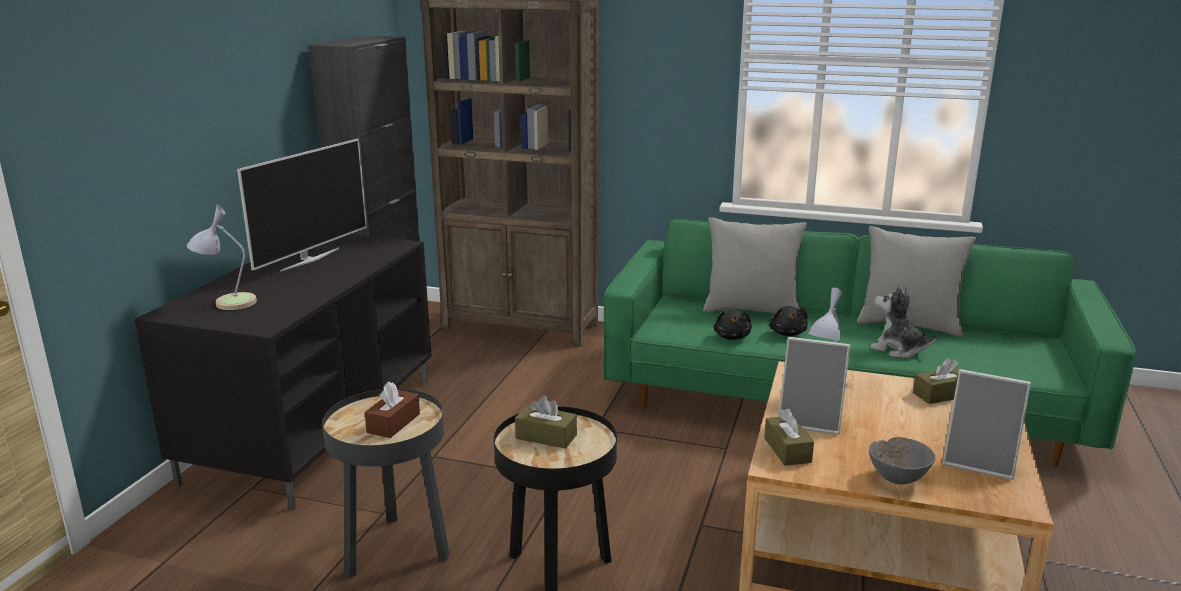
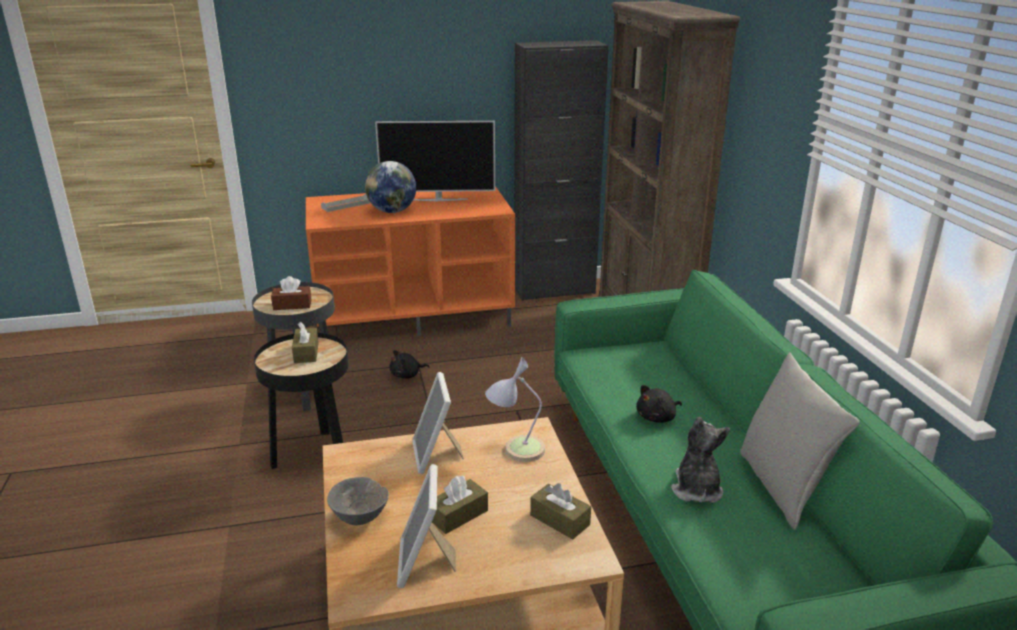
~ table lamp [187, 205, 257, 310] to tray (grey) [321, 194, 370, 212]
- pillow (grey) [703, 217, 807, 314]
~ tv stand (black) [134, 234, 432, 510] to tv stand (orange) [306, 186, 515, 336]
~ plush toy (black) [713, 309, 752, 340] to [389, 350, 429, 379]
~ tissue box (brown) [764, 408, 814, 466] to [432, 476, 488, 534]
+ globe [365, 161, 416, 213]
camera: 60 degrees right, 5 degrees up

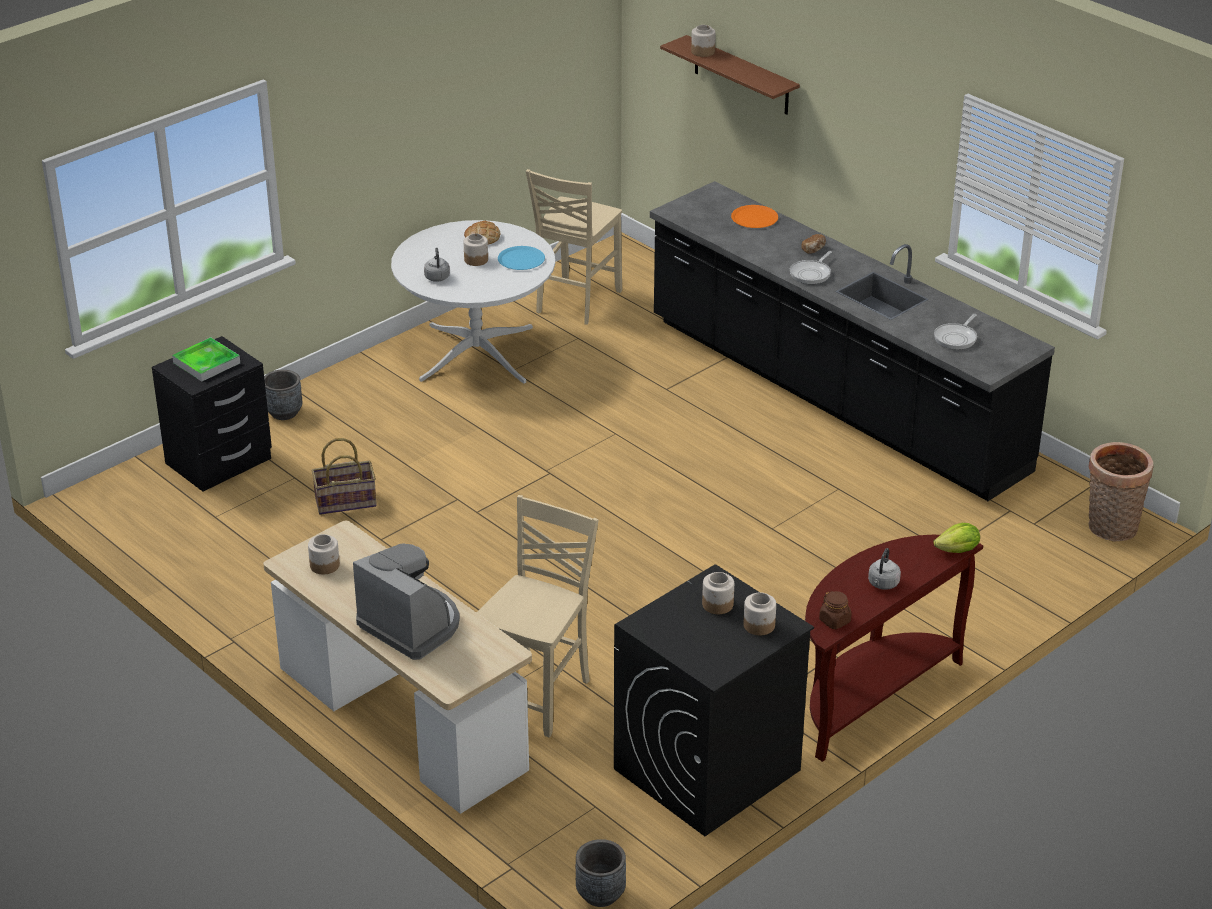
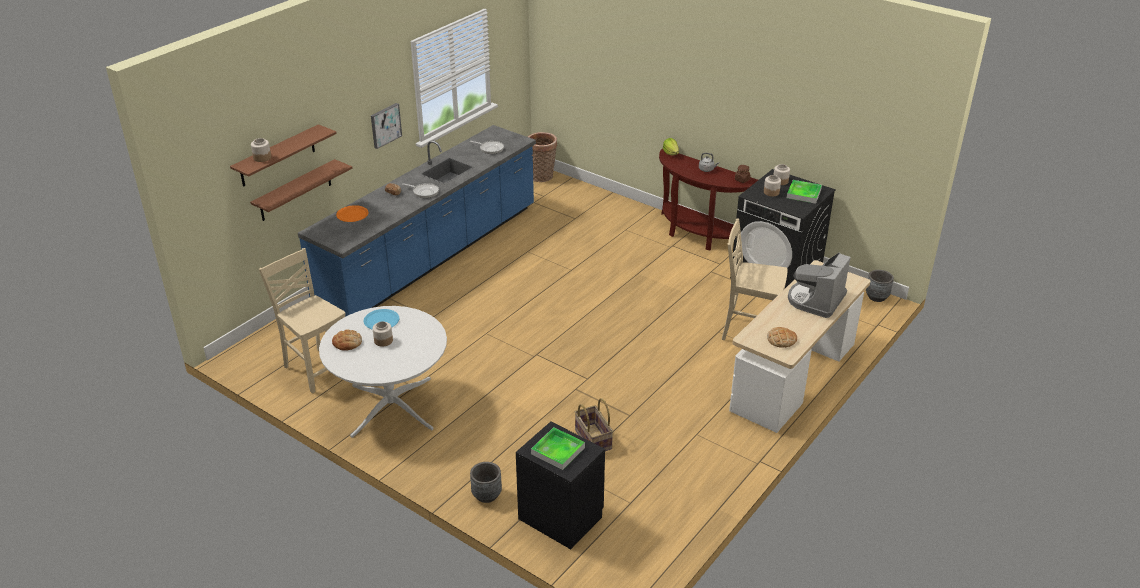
~ chair (beige) [526, 169, 622, 325] = [259, 248, 346, 393] 150 degrees counterclockwise
~ counter (black) [650, 181, 1055, 501] to counter (blue) [298, 125, 536, 317]
- kettle (grey) [424, 248, 450, 282]
~ jar [308, 534, 340, 574] to bread [767, 327, 797, 347]
+ picture [371, 103, 402, 149]
+ shelf (brown) [250, 159, 352, 221]
+ tray [787, 180, 822, 204]
camera: 100 degrees left, 0 degrees up

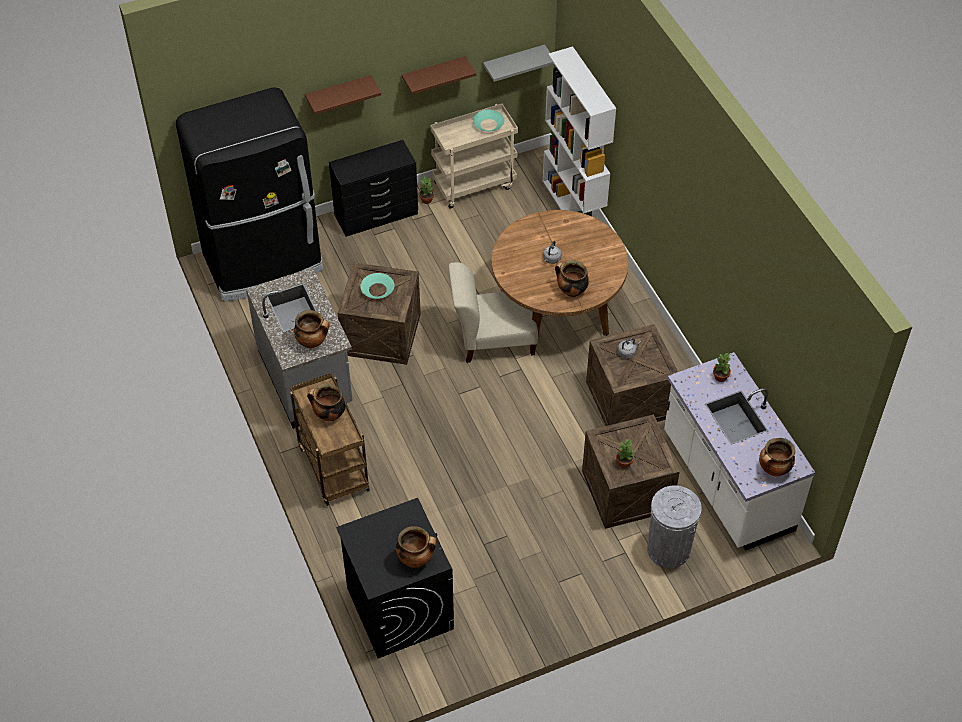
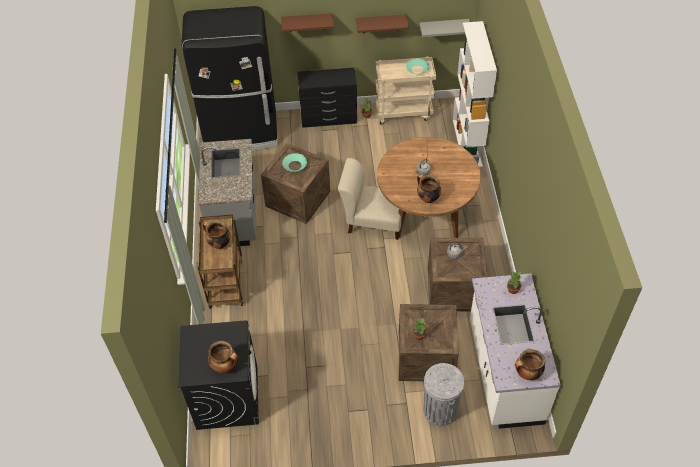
- cooking pot [294, 310, 330, 348]
camera: 20 degrees right, 0 degrees up

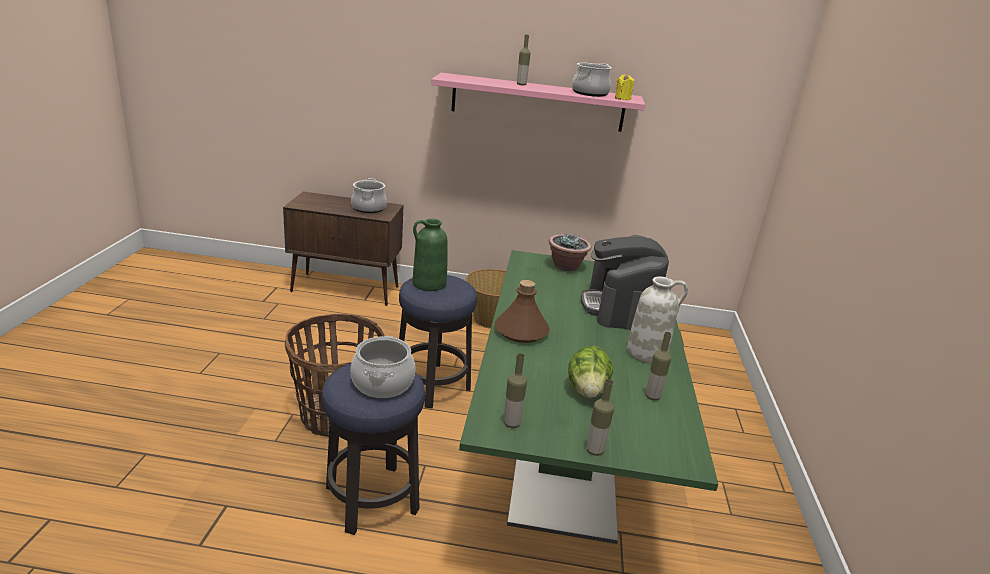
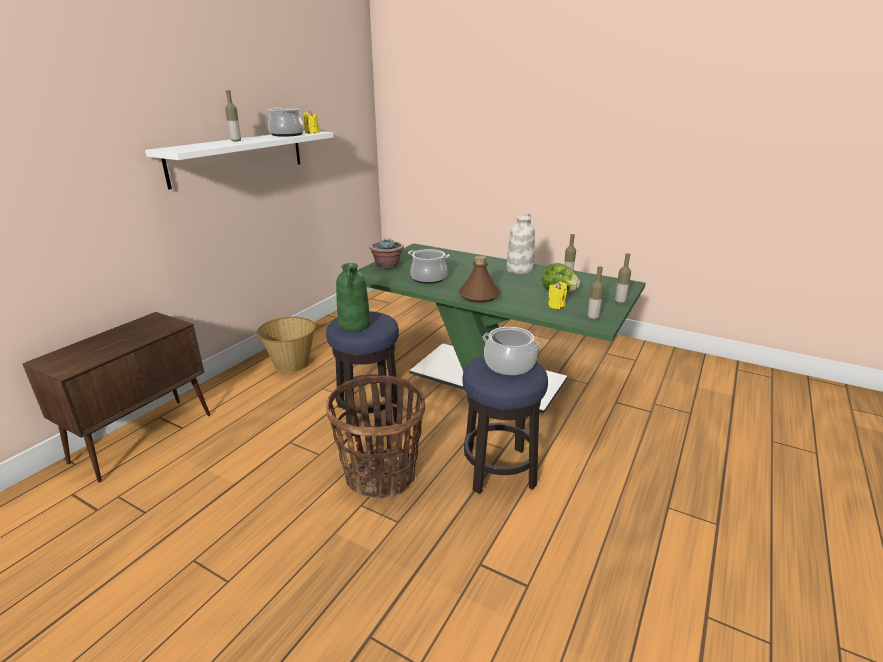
~ shelf (pink) [431, 73, 645, 132] to shelf (white) [145, 130, 333, 189]
~ cooking pot [351, 178, 387, 213] to [408, 249, 450, 284]
- coffee machine [581, 235, 669, 330]
+ candle (yellow) [548, 282, 567, 309]
camera: 65 degrees left, 0 degrees up

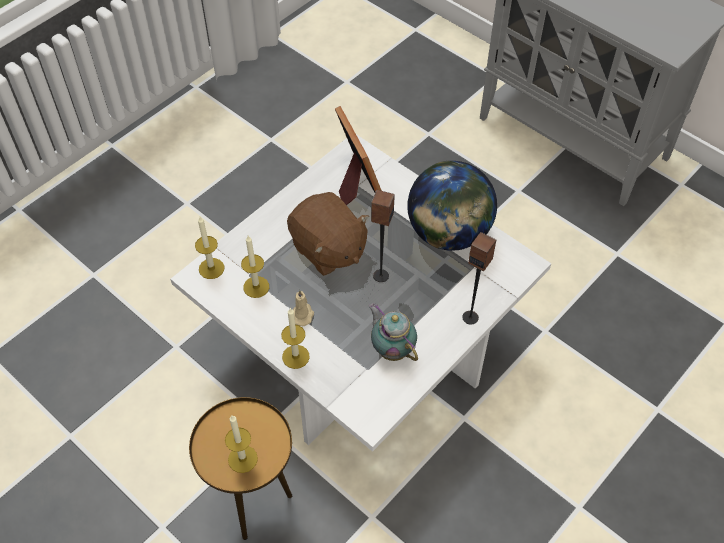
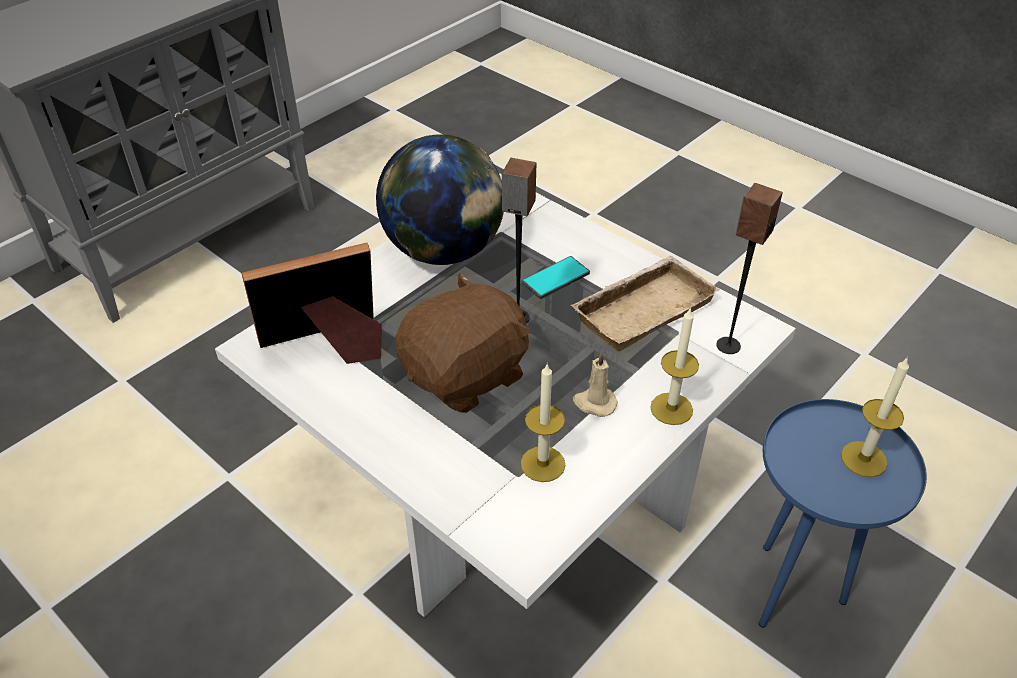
- candle [195, 217, 225, 279]
~ speaker [462, 232, 496, 324] to [716, 183, 783, 354]
~ teapot [368, 303, 418, 361] to tray (beige) [570, 256, 720, 351]
~ side table (brown) [189, 397, 292, 540] to side table (blue) [759, 399, 927, 628]
+ phone [522, 256, 590, 299]
camera: 90 degrees left, 10 degrees down

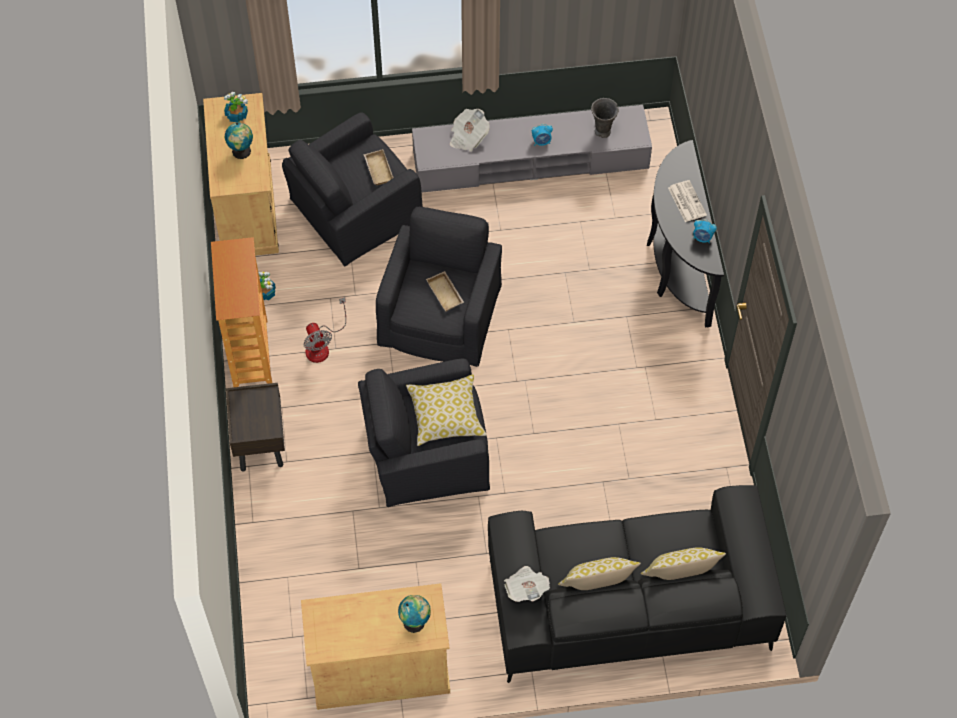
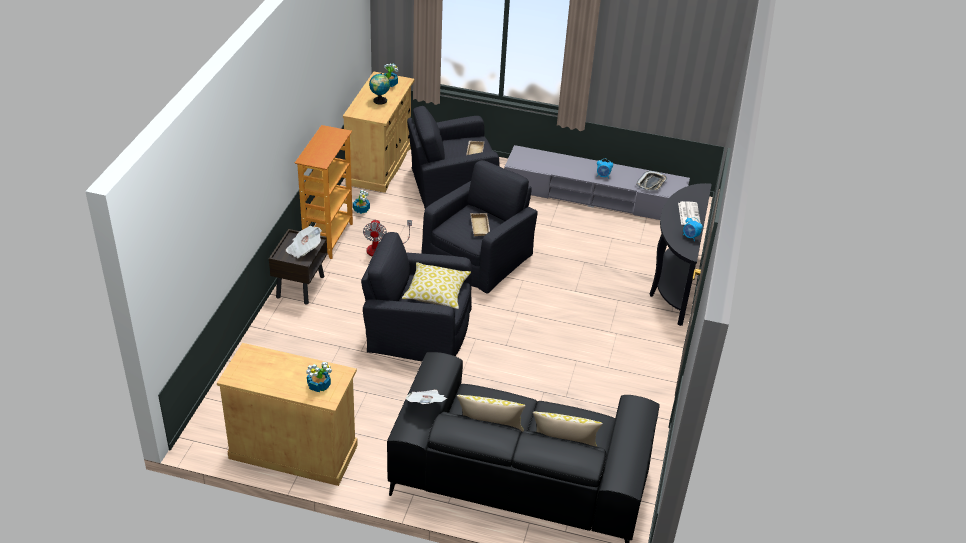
~ vase (grey) [591, 98, 619, 138] to tray [636, 171, 667, 191]
~ newspaper [450, 109, 490, 152] to [286, 226, 322, 258]
~ globe [398, 595, 431, 633] to potted plant [306, 362, 332, 392]
camera: 20 degrees right, 20 degrees down

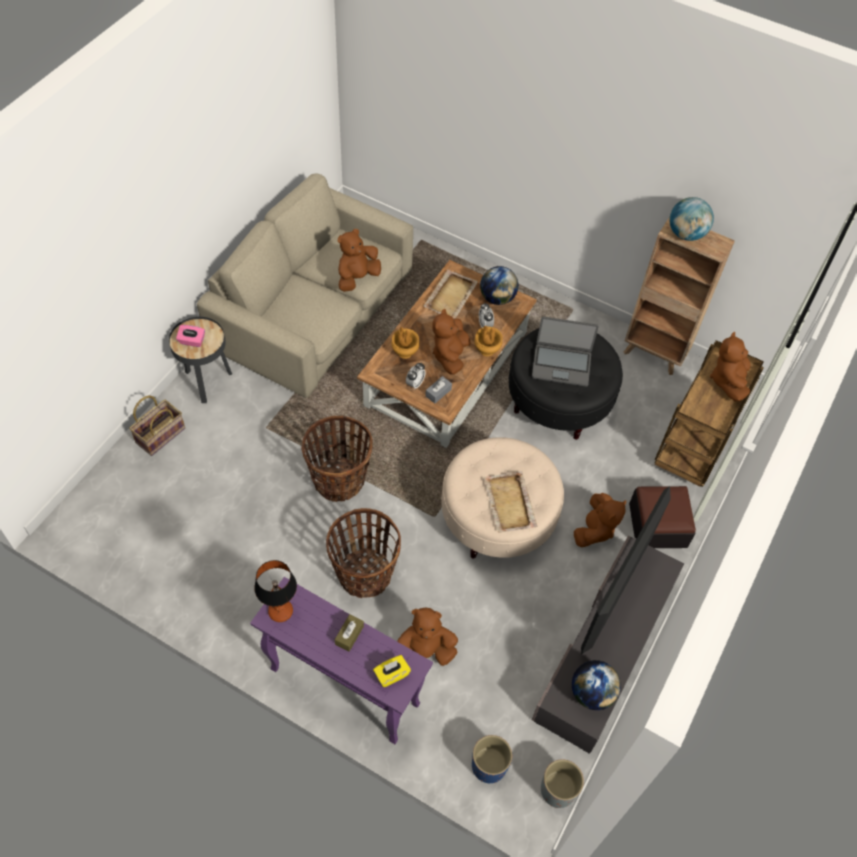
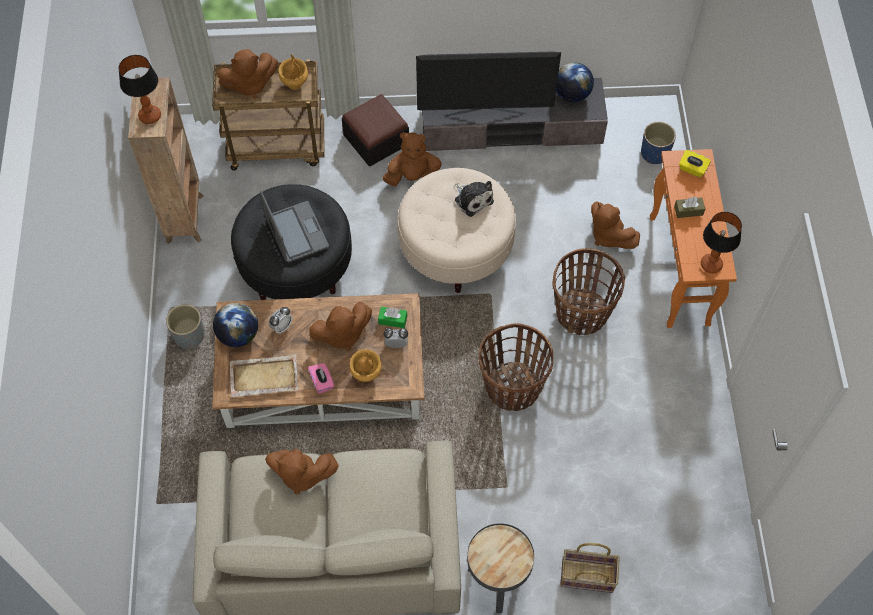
~ globe [669, 197, 714, 241] to table lamp [118, 55, 161, 124]
~ tissue box (pink) [176, 325, 205, 347] to [308, 363, 334, 394]
~ vase (brown) [475, 326, 503, 357] to [279, 54, 308, 90]
~ tissue box (grey) [425, 376, 452, 404] to tissue box (green) [378, 307, 407, 328]
~ tray (beige) [483, 471, 538, 533] to plush toy [455, 181, 494, 217]
~ console table (purple) [250, 577, 433, 744] to console table (orange) [650, 149, 737, 328]
~ planter (grey) [541, 759, 584, 808] to [166, 305, 205, 349]
camera: 120 degrees left, 5 degrees up

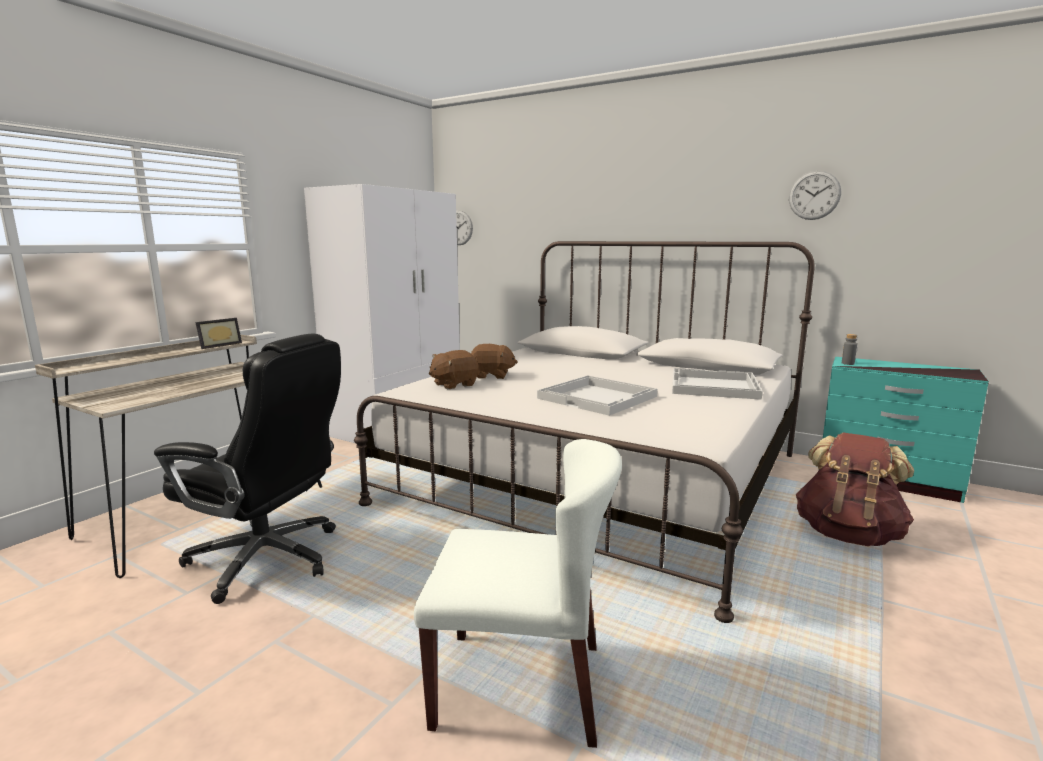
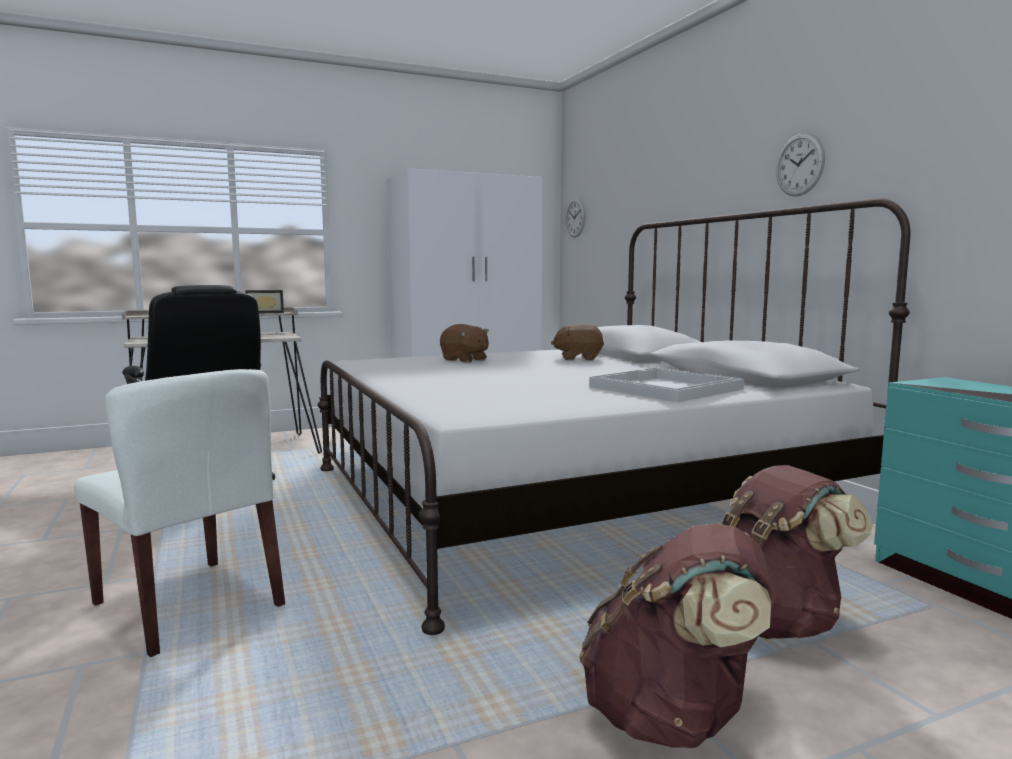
~ wall clock [789, 171, 841, 220] to [776, 133, 825, 196]
- bottle (grey) [842, 334, 857, 365]
~ plush toy (brown) [429, 350, 479, 390] to [551, 323, 604, 360]
- tray (white) [537, 375, 657, 416]
+ backpack (brown) [579, 523, 777, 748]
camera: 35 degrees right, 5 degrees down

